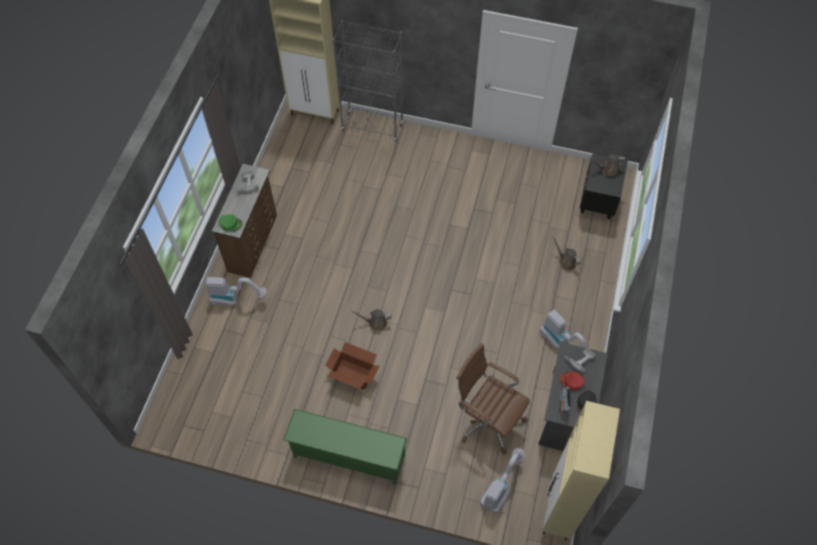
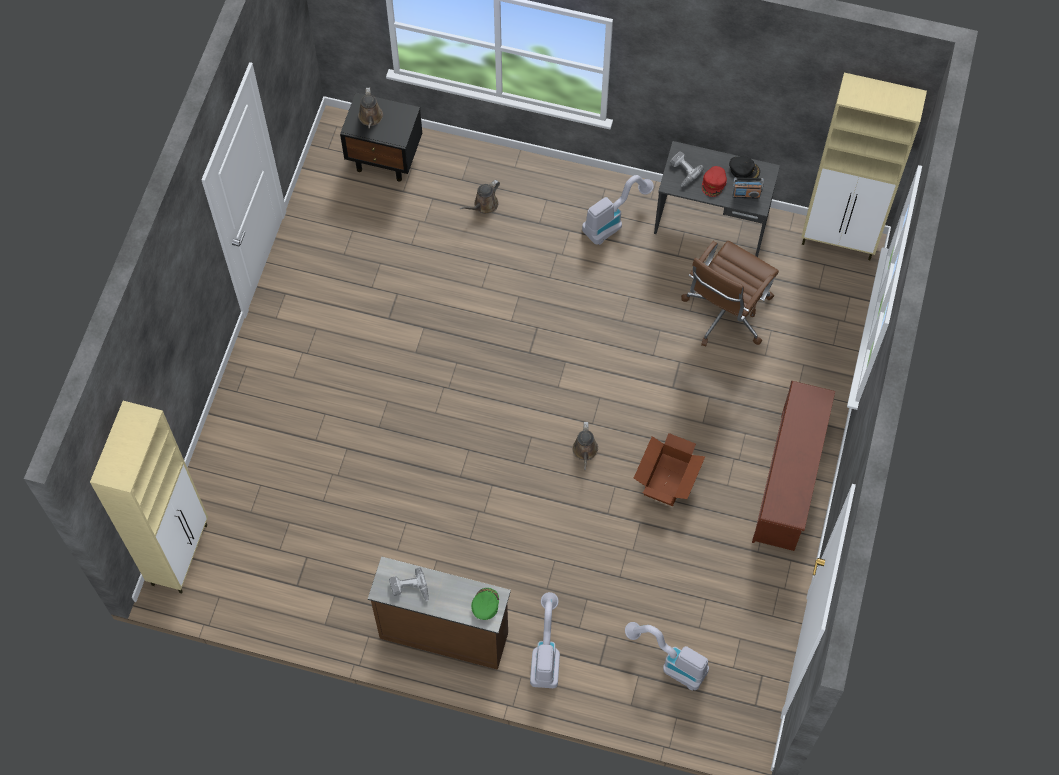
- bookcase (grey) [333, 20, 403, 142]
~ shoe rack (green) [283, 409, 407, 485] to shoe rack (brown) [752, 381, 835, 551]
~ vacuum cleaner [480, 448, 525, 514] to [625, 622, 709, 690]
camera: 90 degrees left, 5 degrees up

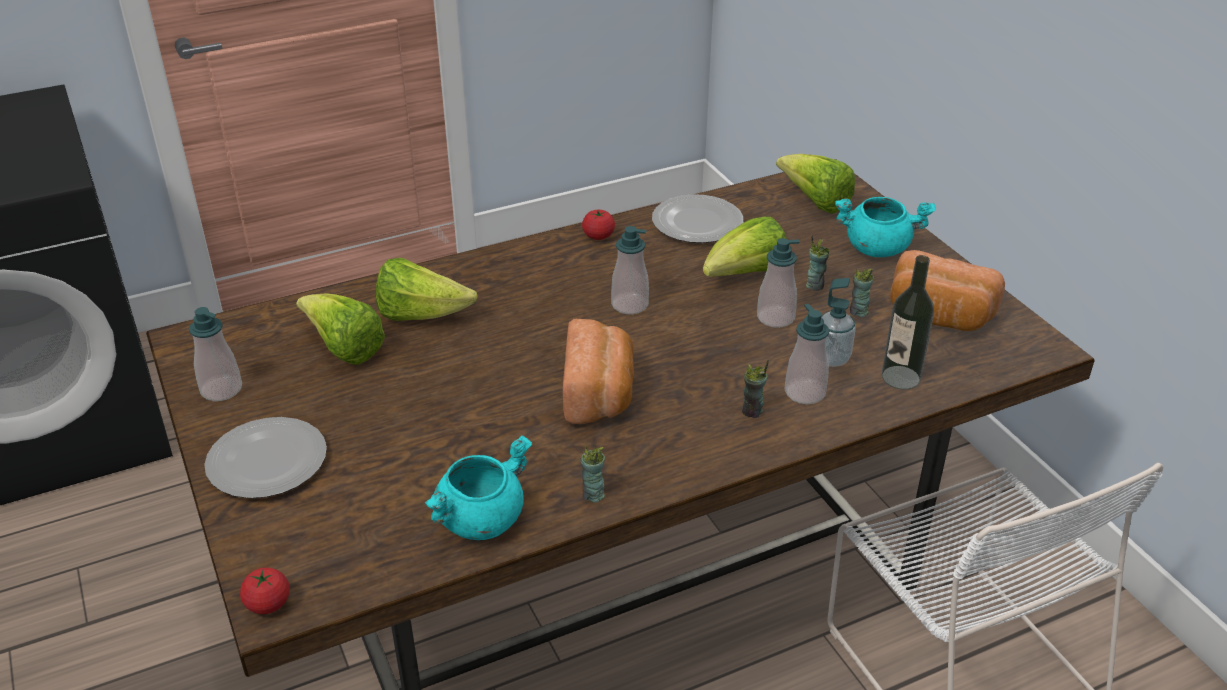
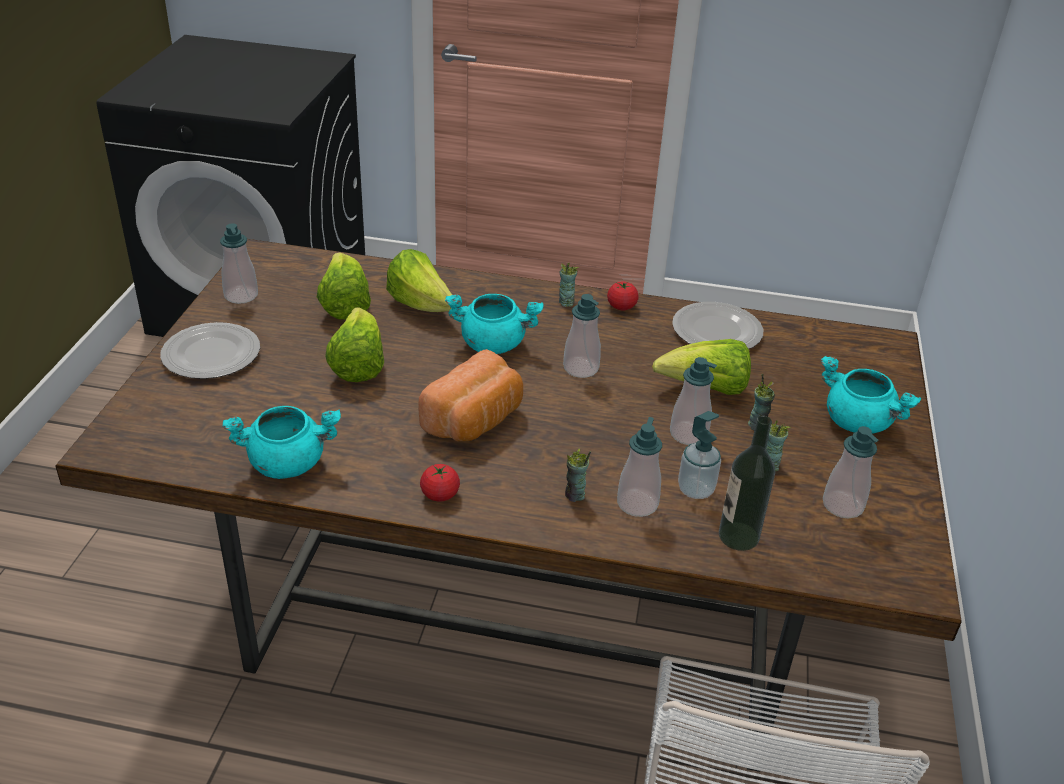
~ lettuce [776, 154, 855, 214] to [325, 307, 384, 382]
~ bread [890, 250, 1005, 331] to soap dispenser [823, 426, 879, 519]
~ cup [580, 446, 605, 503] to [559, 263, 579, 307]
~ tomato [240, 568, 290, 614] to [420, 464, 460, 502]
+ cooking pot (turquoise) [445, 294, 543, 354]
camera: 35 degrees right, 0 degrees up

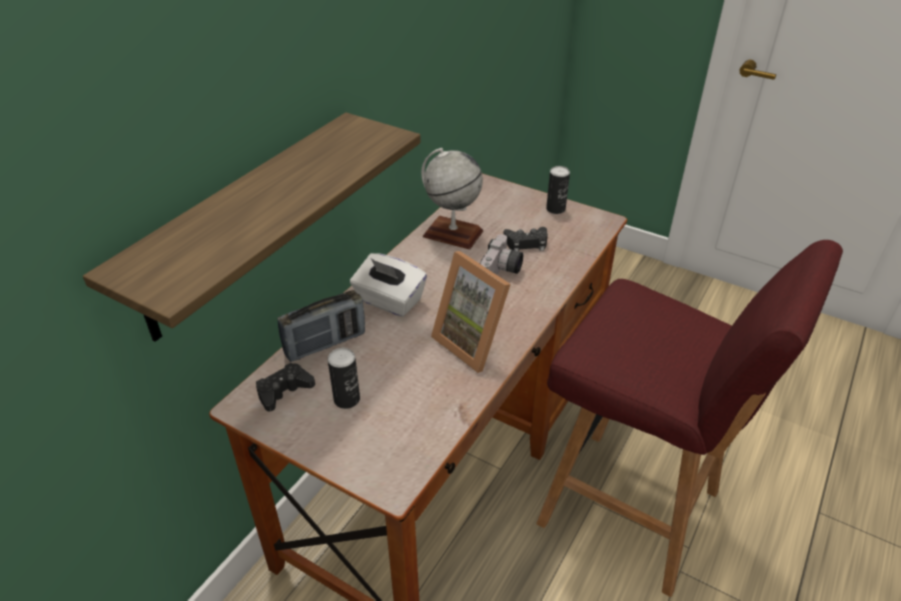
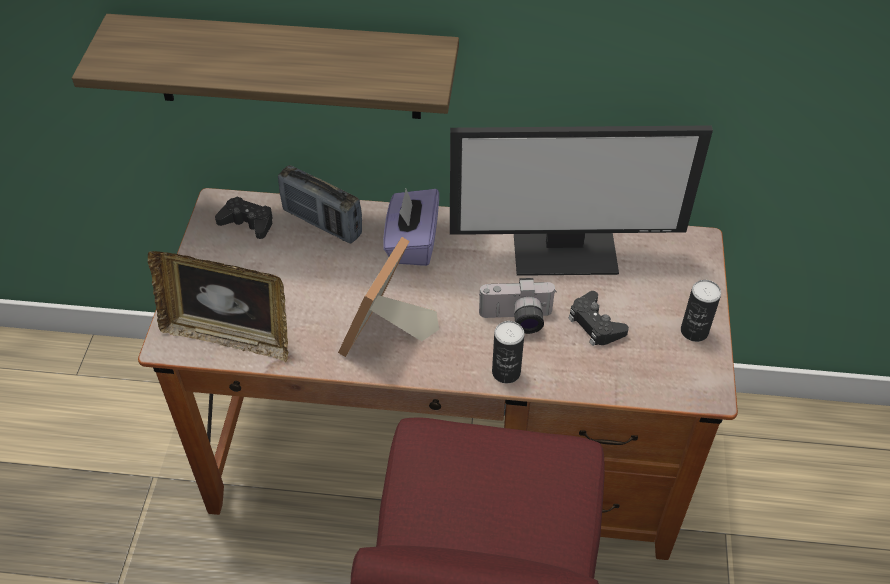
~ globe [421, 148, 484, 249] to monitor [450, 125, 713, 276]
~ tissue box (white) [350, 253, 427, 317] to tissue box (purple) [383, 189, 439, 266]
~ can [328, 348, 360, 409] to [492, 321, 524, 383]
+ picture frame [148, 251, 288, 362]
camera: 65 degrees right, 10 degrees up

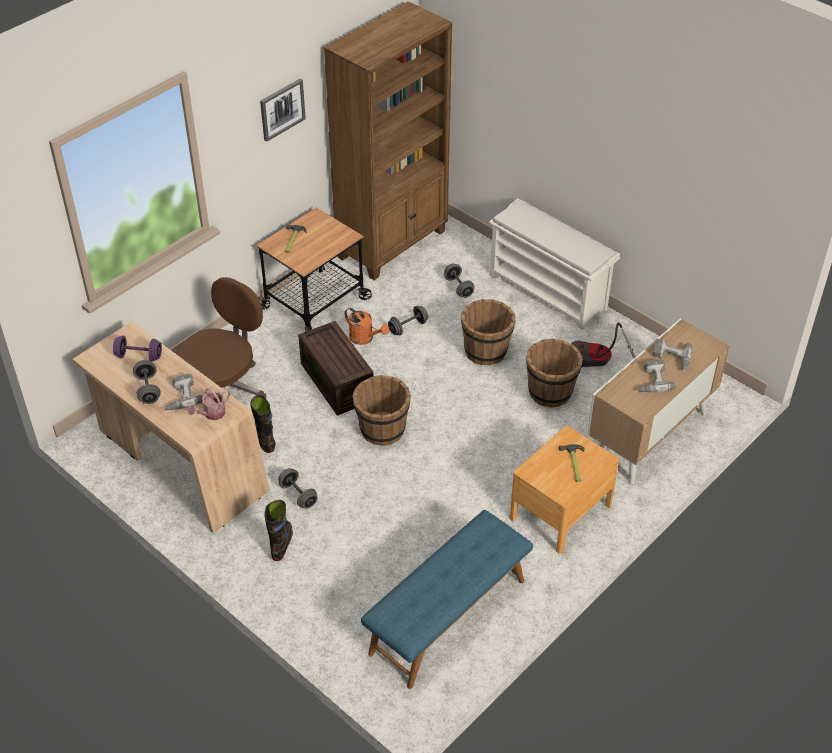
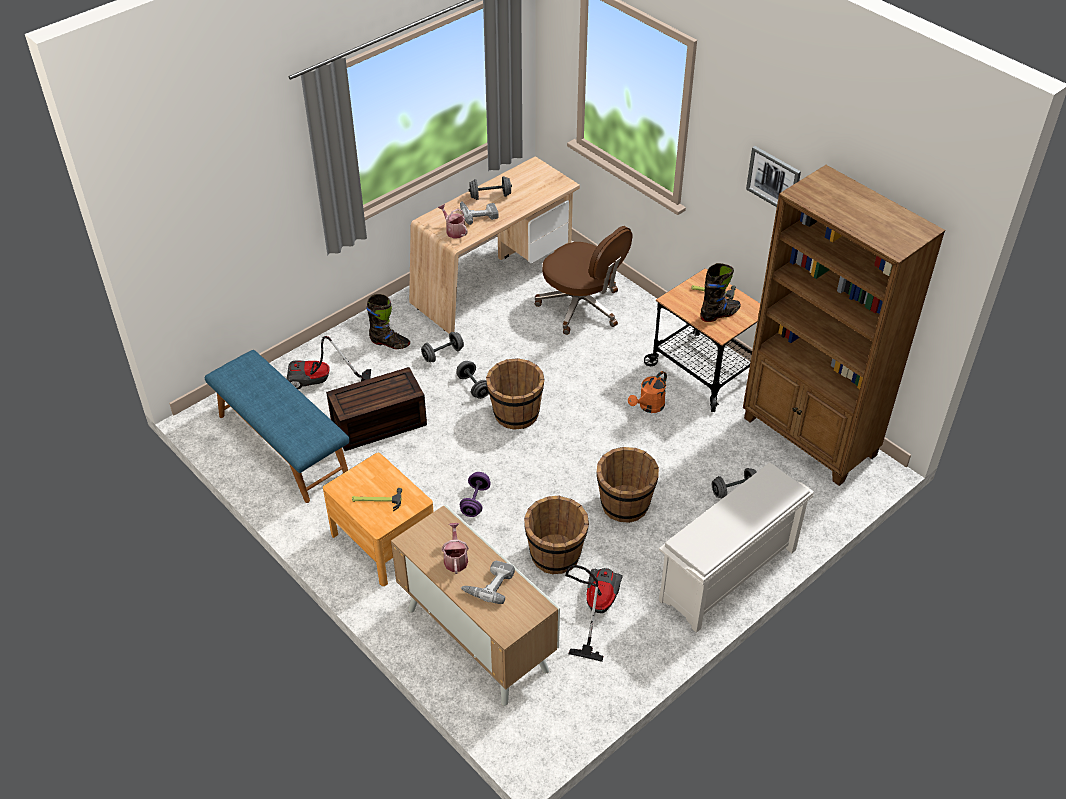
~ dumbbell (grey) [388, 306, 428, 335] to [457, 361, 489, 399]
~ storage box (brown) [298, 321, 373, 416] to [326, 367, 427, 451]
~ dumbbell (purple) [113, 336, 162, 361] to [460, 472, 491, 517]
~ power drill [637, 359, 676, 392] to watering can [441, 523, 469, 574]
~ boot (black) [250, 395, 276, 453] to [700, 263, 741, 322]
+ vacuum cleaner [287, 336, 371, 389]
camera: 95 degrees right, 0 degrees up

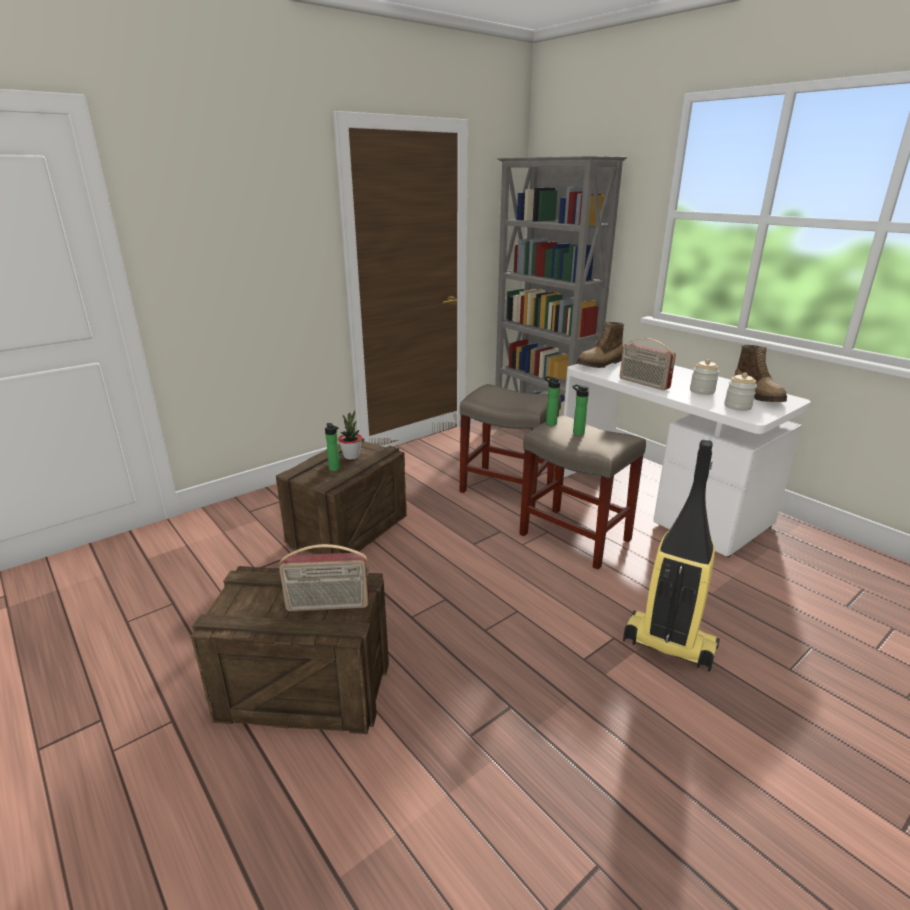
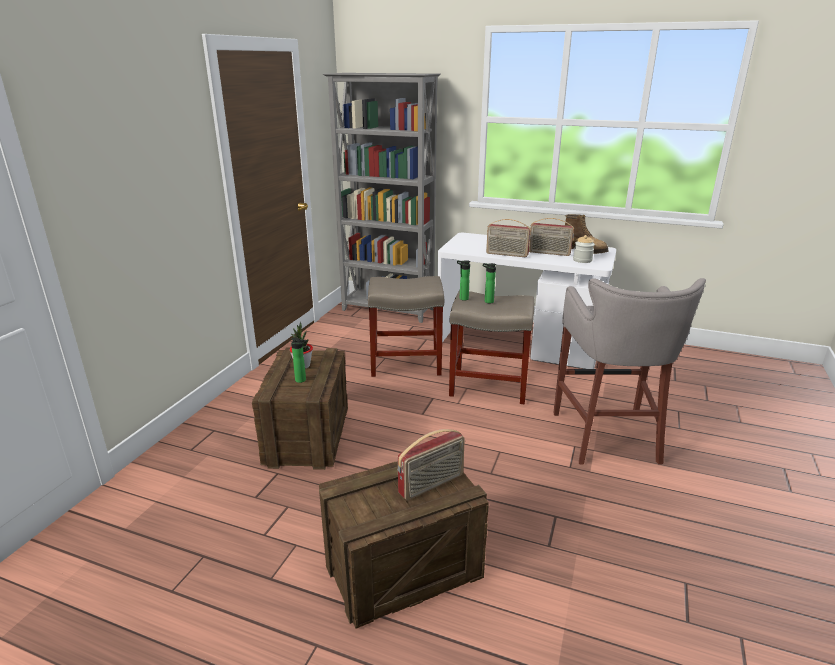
- boot [576, 322, 624, 368]
~ jar [690, 359, 719, 395] to radio [529, 218, 574, 256]
~ vacuum cleaner [623, 439, 720, 672] to stool (grey) [553, 278, 706, 465]
camera: 30 degrees left, 0 degrees up

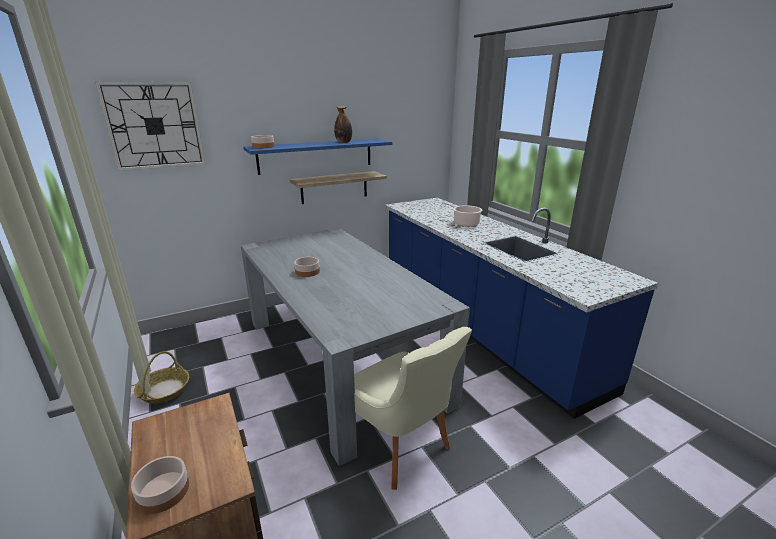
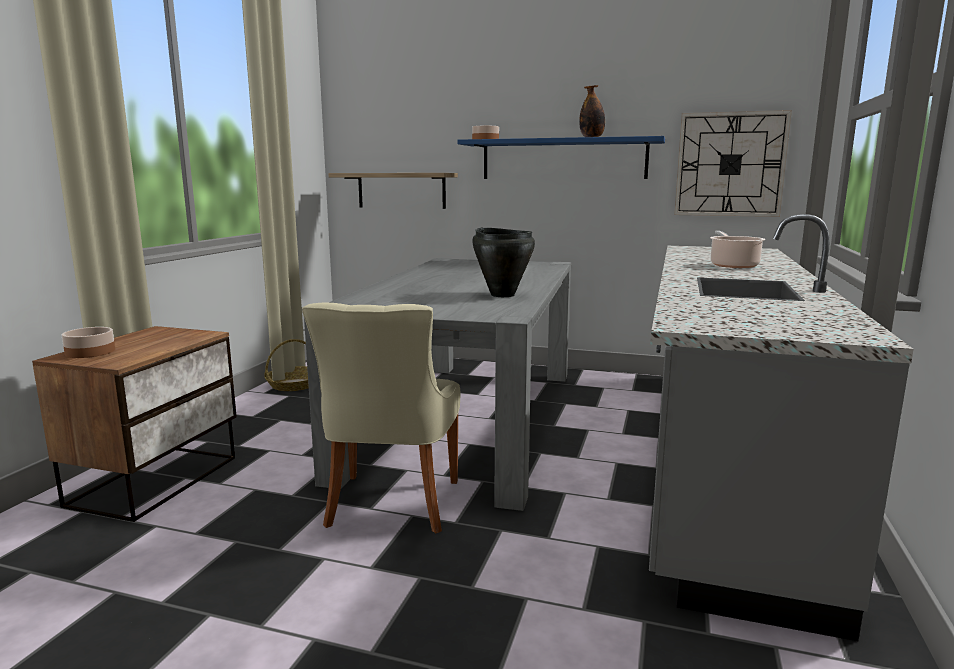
~ wall clock [95, 82, 206, 171] to [674, 110, 792, 217]
~ shelf [290, 171, 387, 204] to [328, 173, 458, 209]
~ counter (blue) [385, 198, 658, 419] to counter (grey) [649, 214, 914, 641]
- bowl [294, 257, 320, 277]
+ cooking pot (black) [472, 228, 535, 297]
camera: 45 degrees right, 10 degrees down

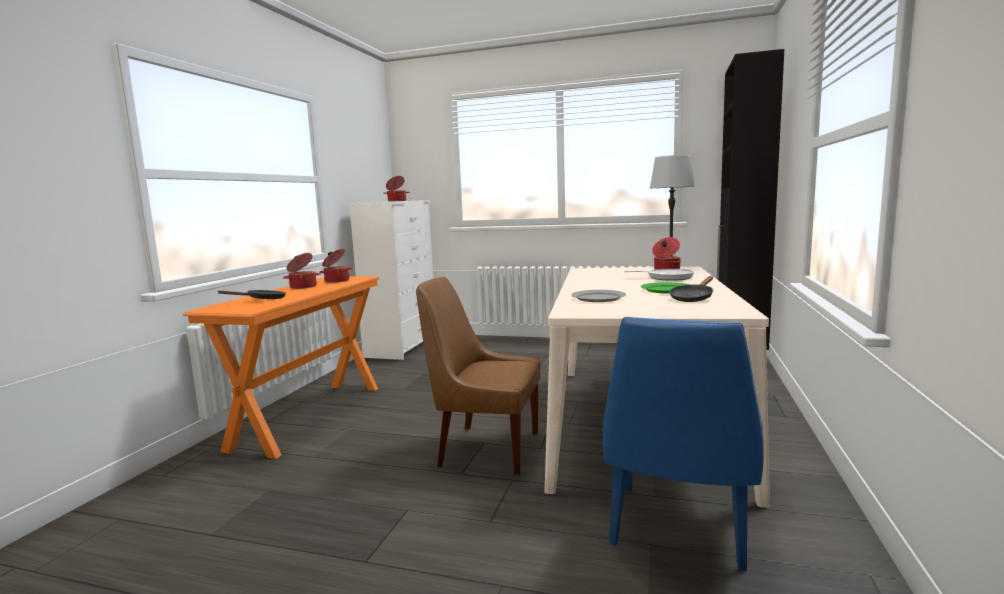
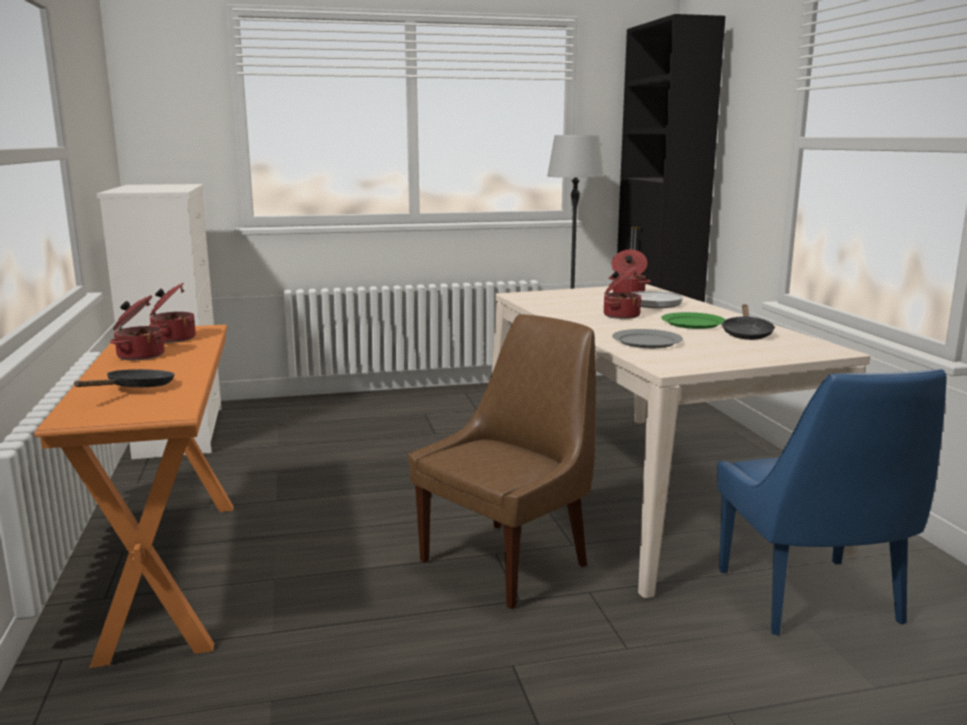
~ cooking pot [383, 176, 410, 201] to [604, 267, 642, 319]
~ chair (brown) [416, 277, 540, 475] = [408, 314, 596, 609] 150 degrees clockwise
camera: 30 degrees left, 5 degrees up

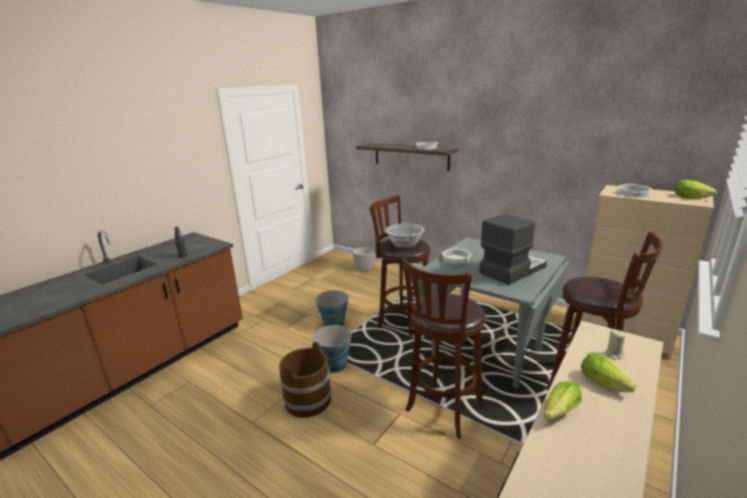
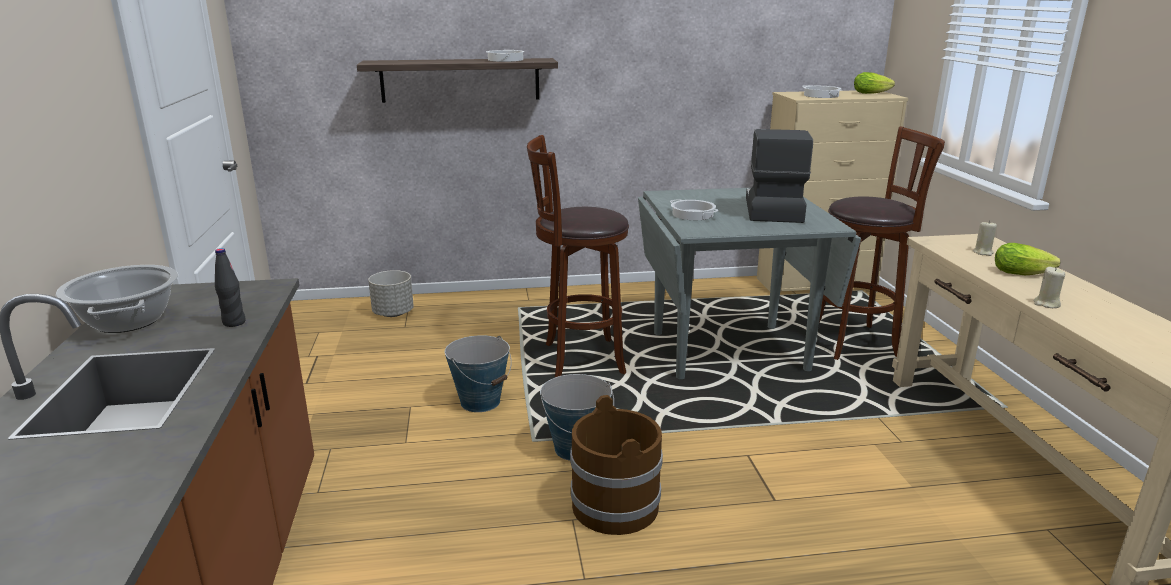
~ cooking pot [385, 223, 425, 248] to [56, 265, 179, 333]
- stool (brown) [400, 255, 485, 439]
~ lettuce [544, 381, 582, 421] to candle (beige) [1033, 267, 1065, 308]
camera: 45 degrees left, 0 degrees up

